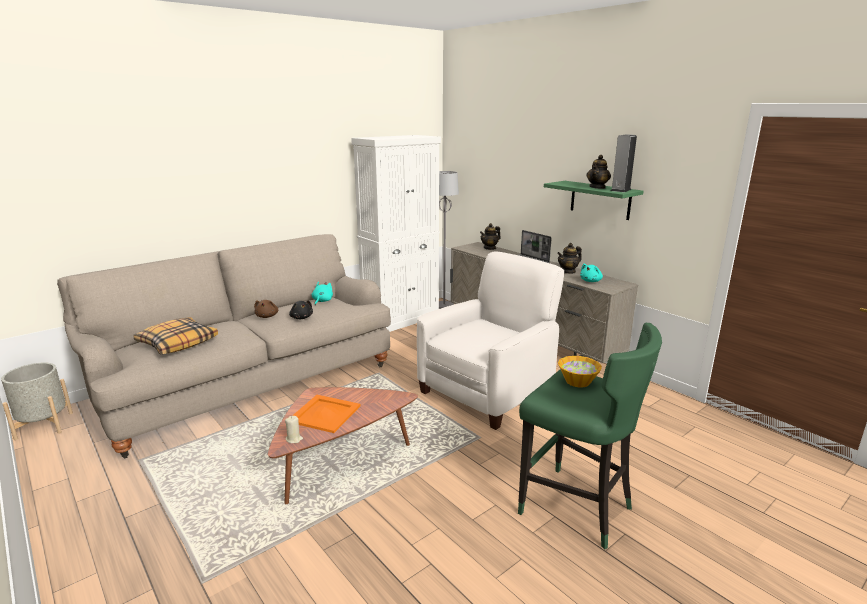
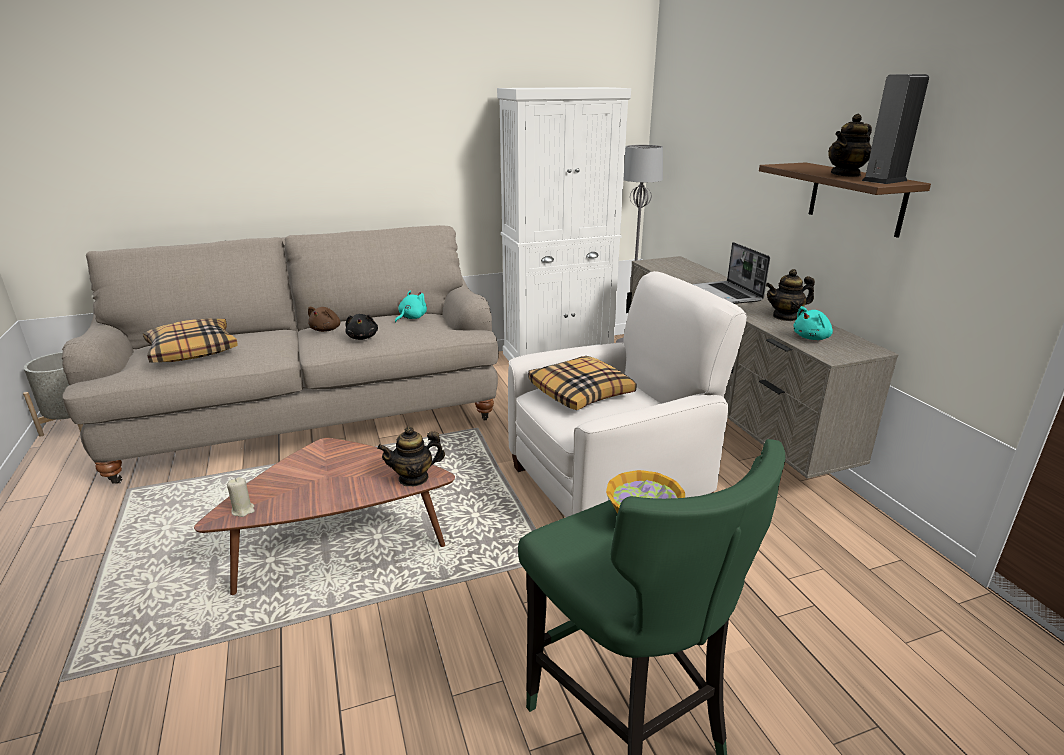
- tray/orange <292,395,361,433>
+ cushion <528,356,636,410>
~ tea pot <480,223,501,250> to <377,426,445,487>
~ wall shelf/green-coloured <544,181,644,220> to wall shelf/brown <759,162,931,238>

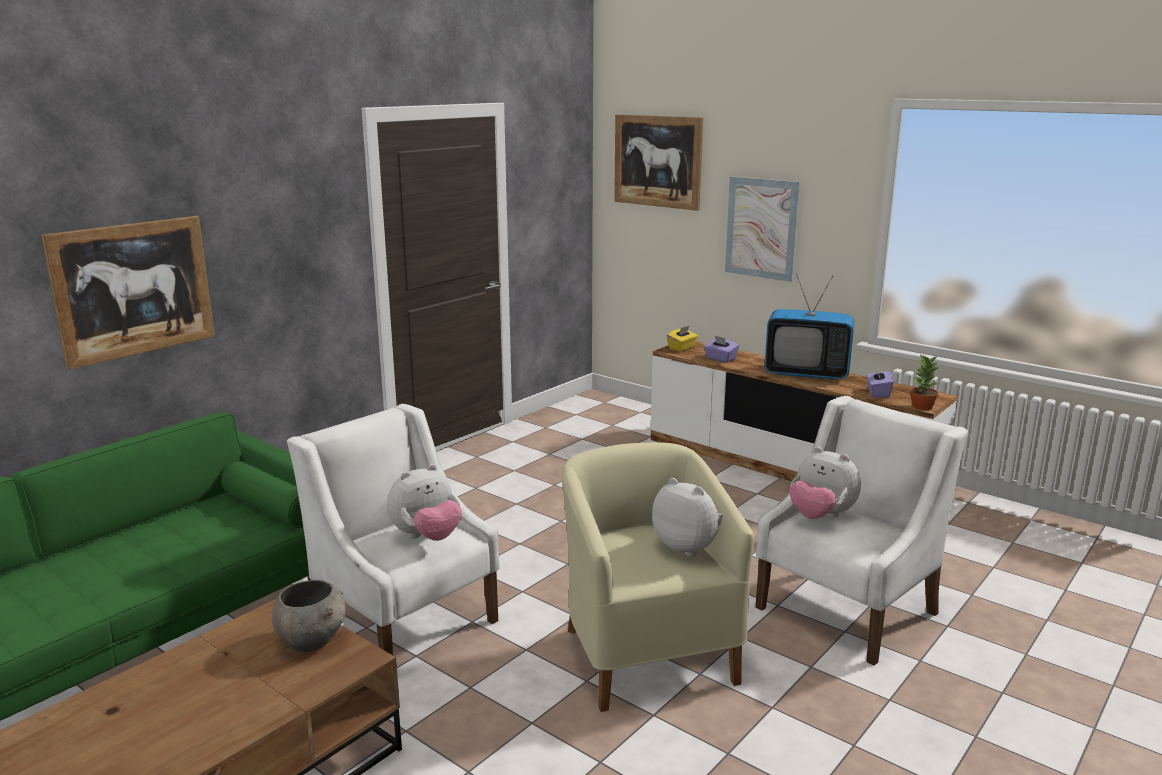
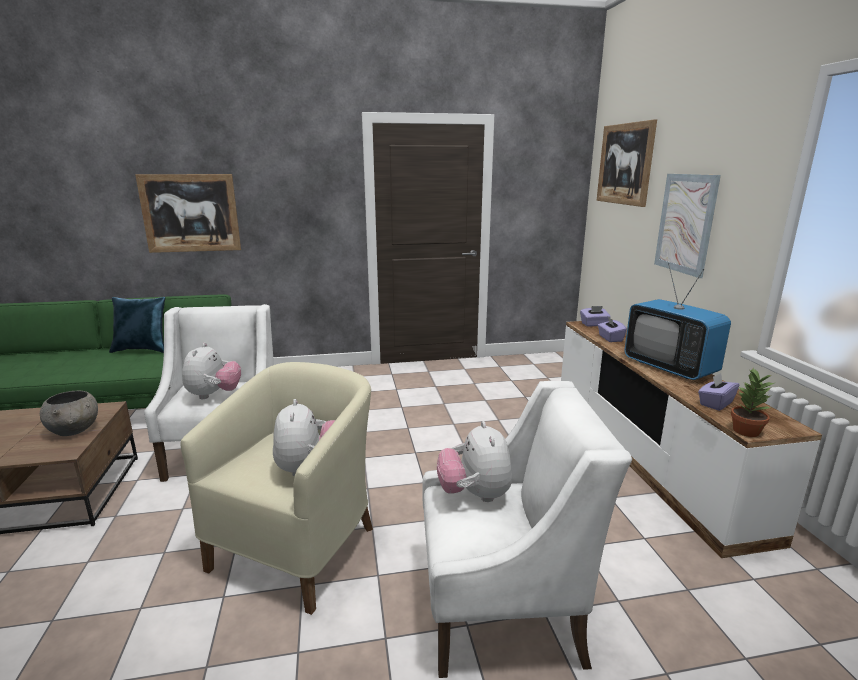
+ cushion/blue <109,297,165,353>
~ box of tissues/yellow <667,326,698,351> to box of tissues/purple <580,306,611,327>
~ plush toy <387,464,462,541> = <182,343,241,399> 90 degrees counterclockwise

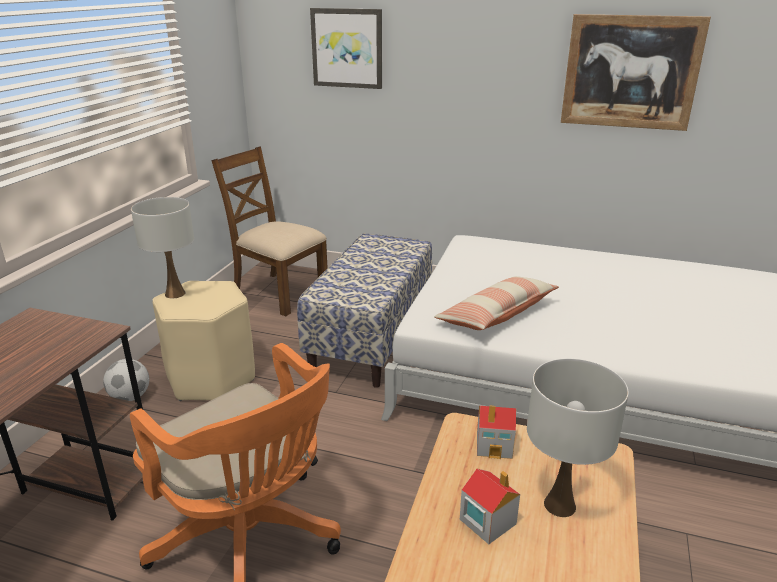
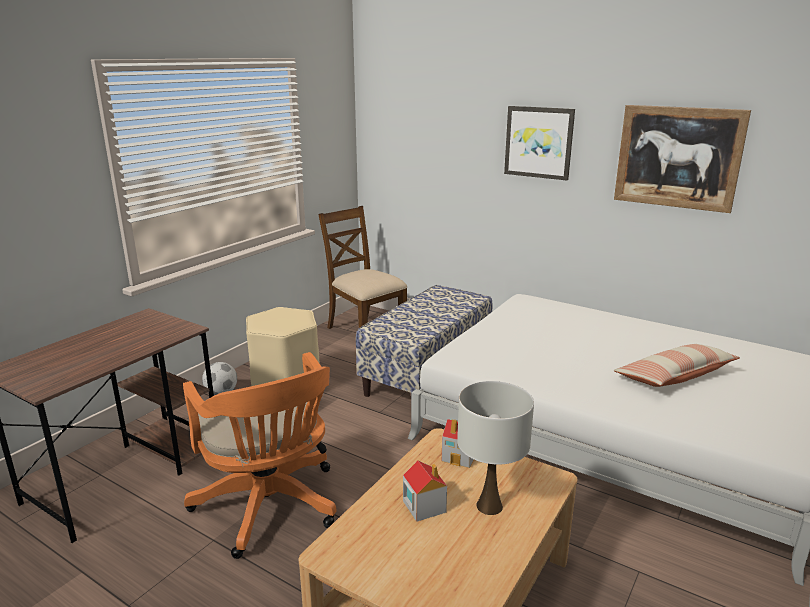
- lamp for a table/white <131,197,194,299>
~ wall art <310,8,382,89> to <504,106,575,180>
~ cushion <434,276,559,330> to <614,344,740,387>

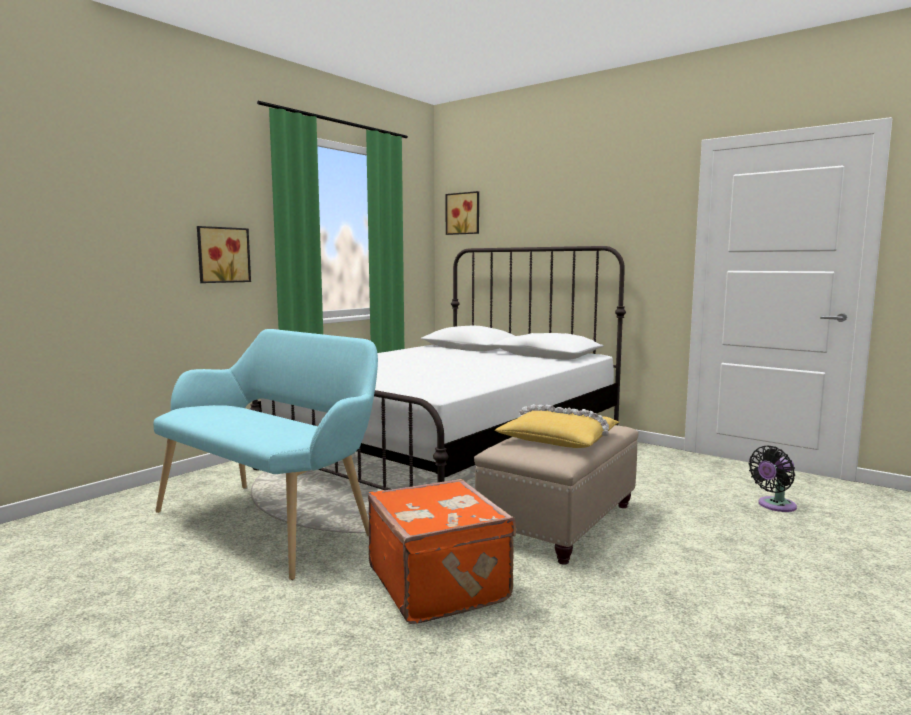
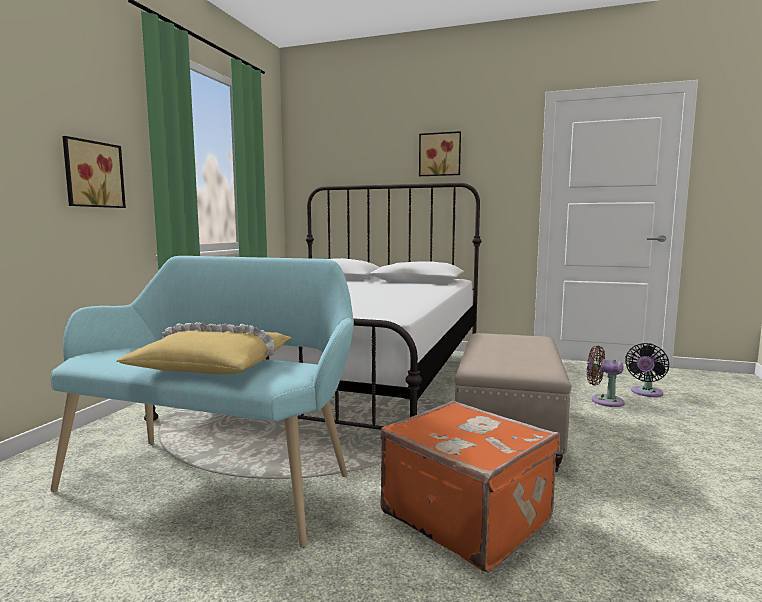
+ electric fan/brown <587,345,625,407>
~ wall art <446,191,479,235> to <419,131,461,176>
~ cushion/yellow <495,404,619,448> to <117,322,292,374>

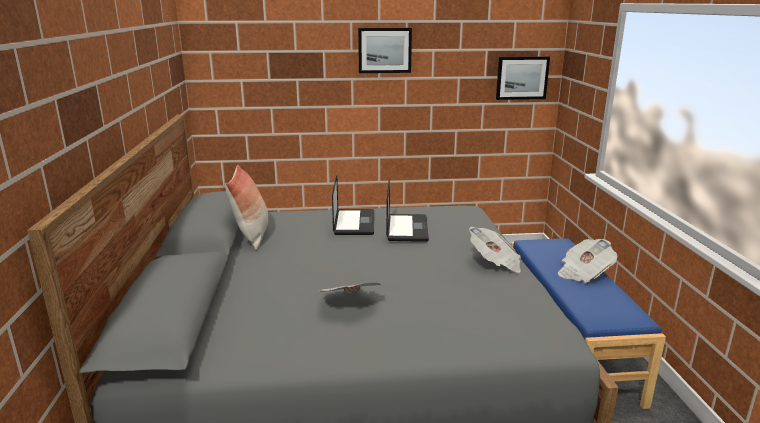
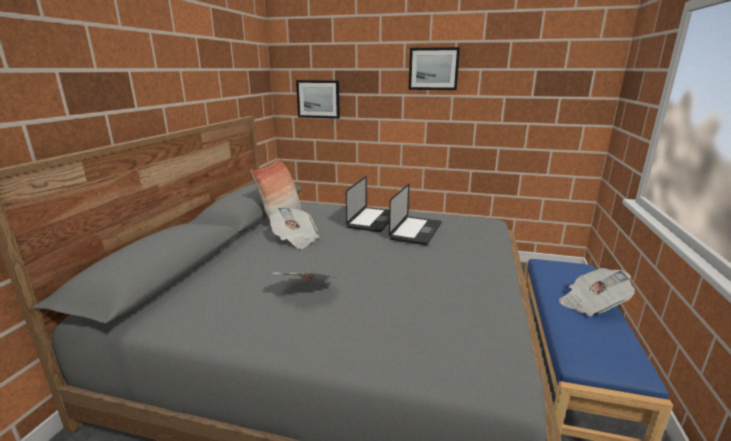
~ daily paper <469,227,521,273> to <269,206,319,249>
~ wall art <496,56,550,100> to <296,80,340,119>

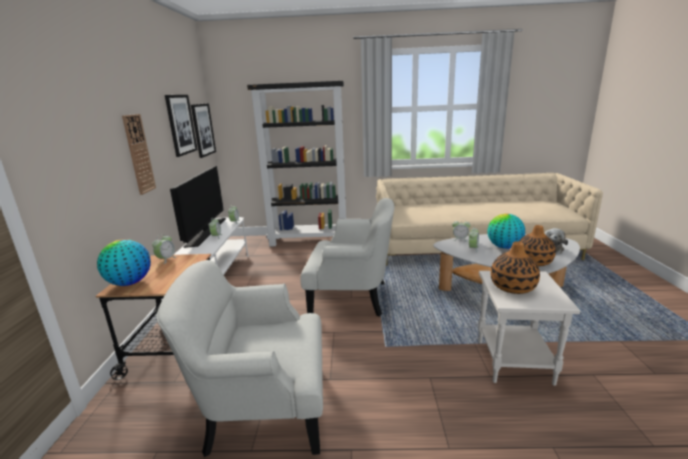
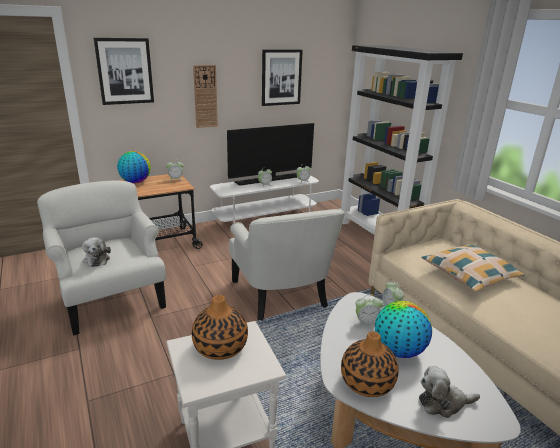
+ plush toy <82,237,111,267>
+ cushion <422,245,525,291>
~ wall art <191,103,216,158> to <94,38,154,105>

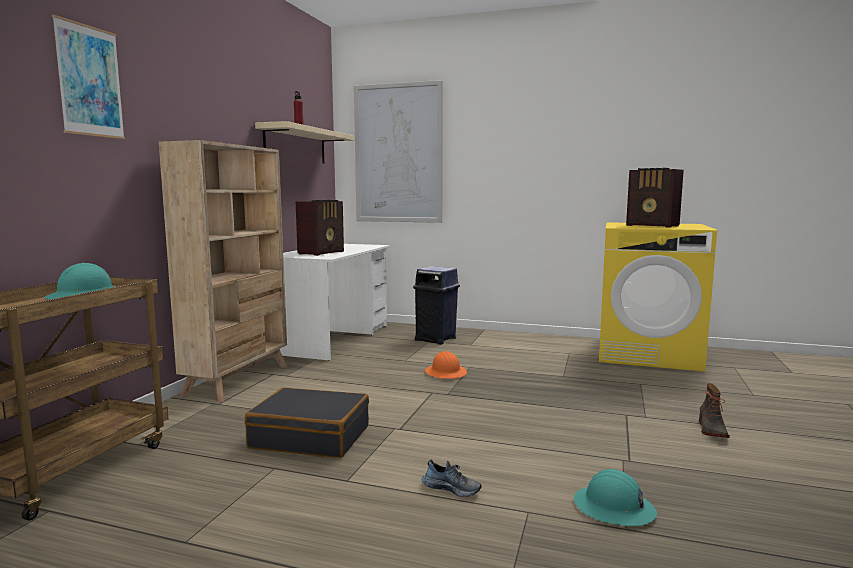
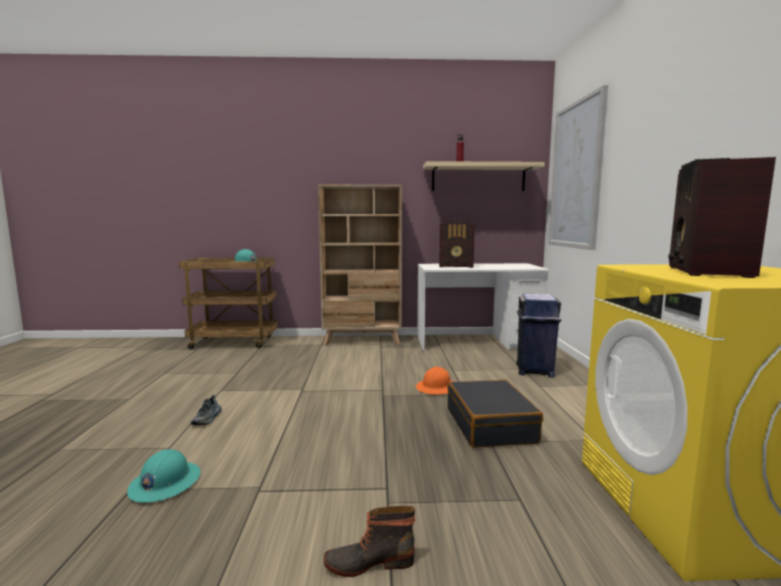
- wall art <52,15,125,139>
~ piece of luggage/blackish <245,387,369,458> to <447,380,543,448>

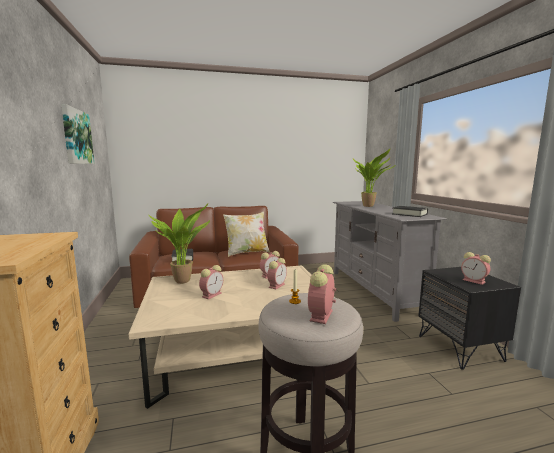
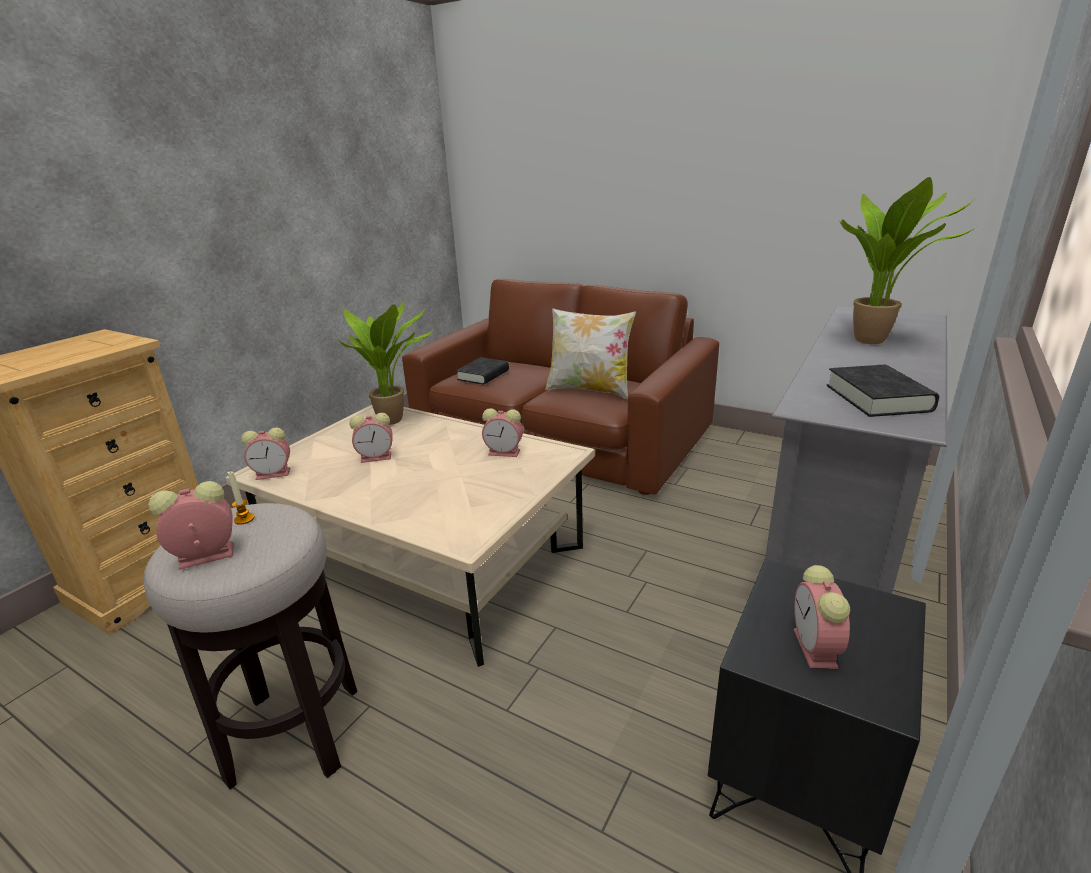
- wall art <61,104,94,164>
~ alarm clock <267,258,287,289> to <241,428,290,480>

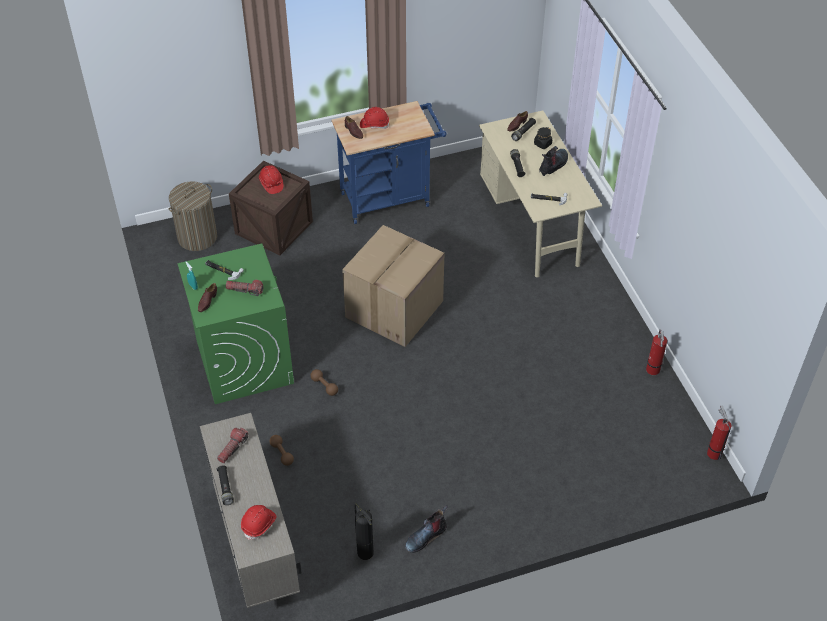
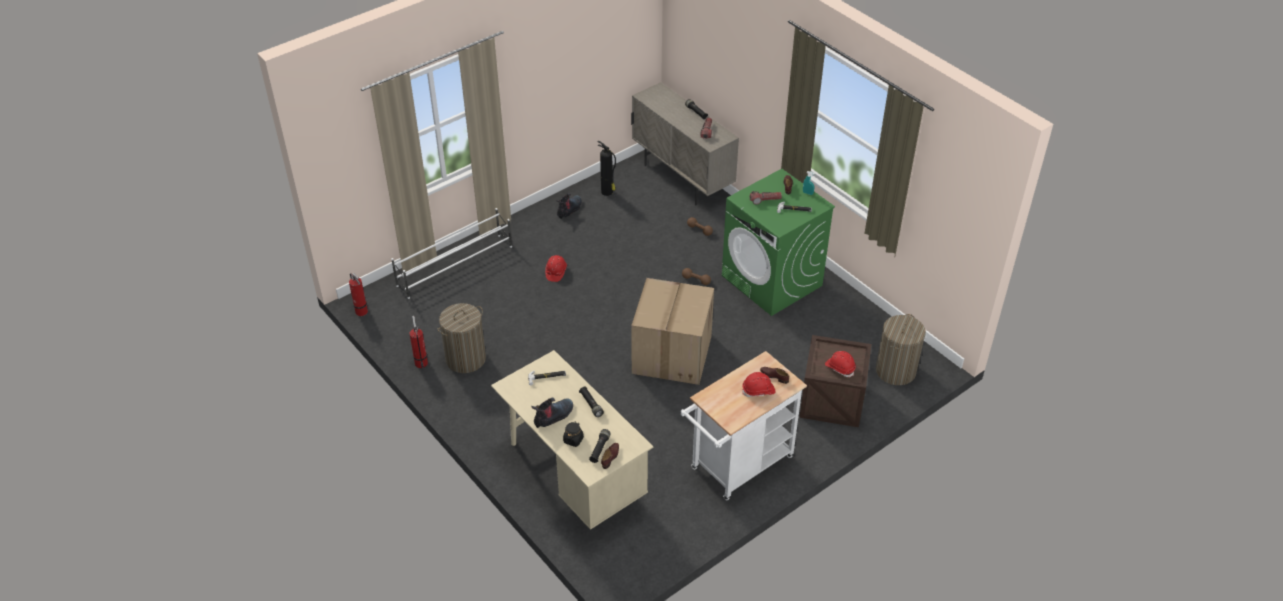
+ shoe rack/white <391,208,512,299>
+ washing basket <437,303,486,373>
~ work helmet/red <241,505,277,540> to <545,255,567,282>
~ trolley/blue <332,101,447,224> to trolley/white <681,351,807,500>
~ boot <539,146,568,176> = <531,397,573,428> 150 degrees counterclockwise

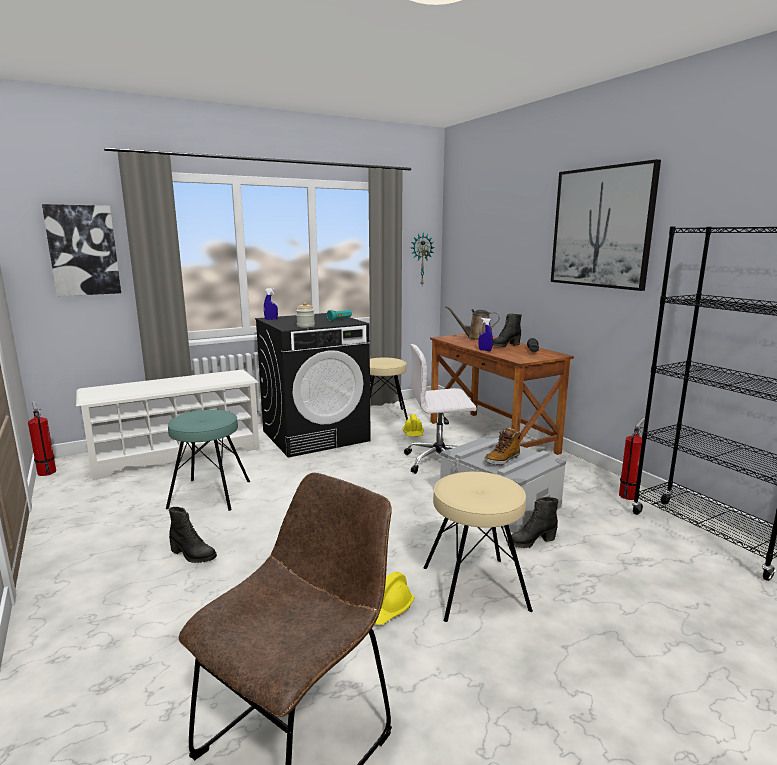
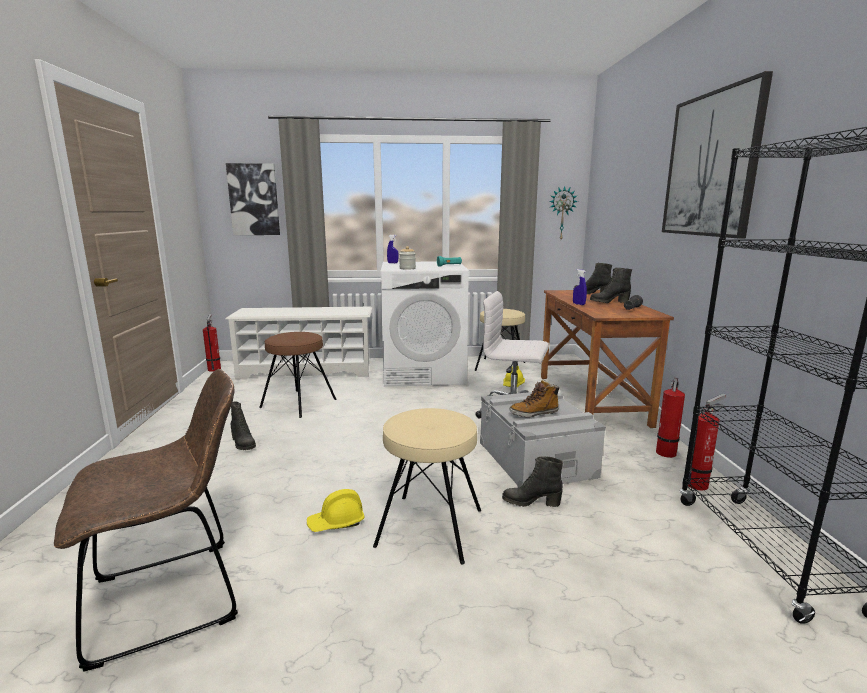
+ extinguisher <656,378,685,458>
~ sprinkling can/brown <446,306,500,340> to boot/blackish <573,263,612,294>
~ stool seat/turquoise-coloured <166,409,250,511> to stool seat/brown <259,332,337,418>
~ washing machine/blackish <255,313,371,458> to washing machine/white <381,262,469,387>

